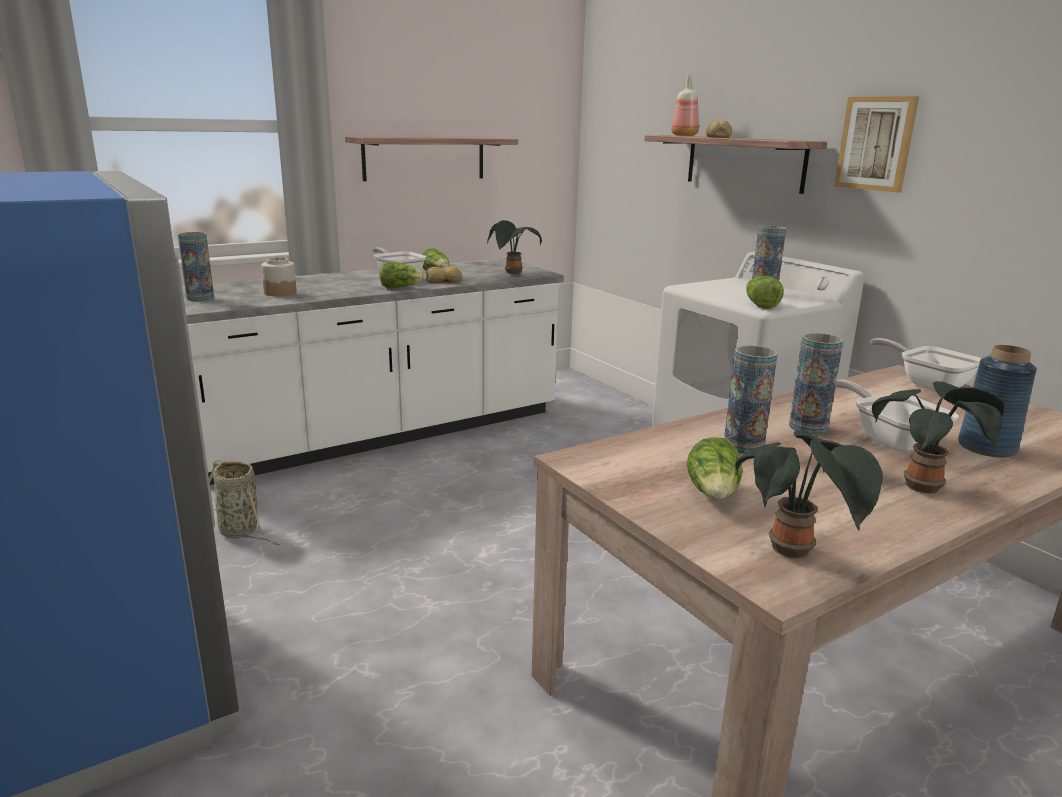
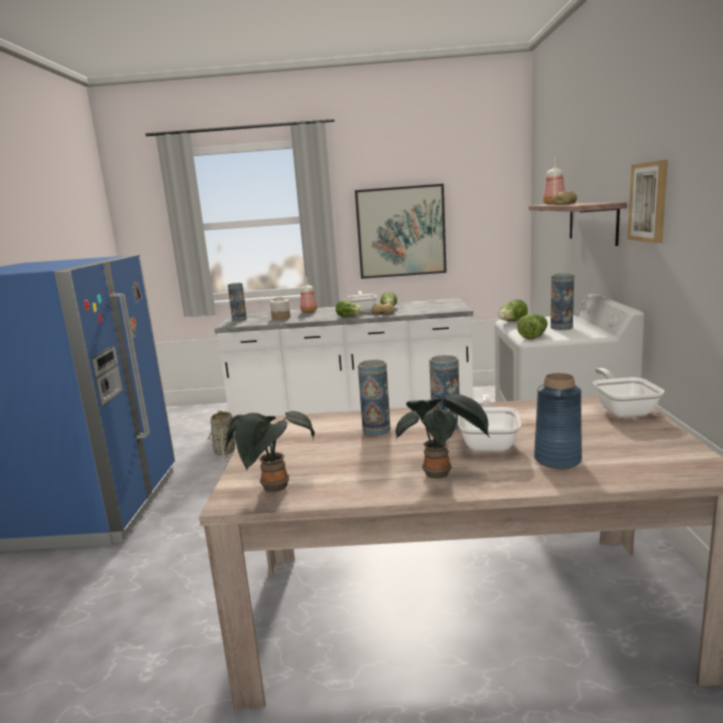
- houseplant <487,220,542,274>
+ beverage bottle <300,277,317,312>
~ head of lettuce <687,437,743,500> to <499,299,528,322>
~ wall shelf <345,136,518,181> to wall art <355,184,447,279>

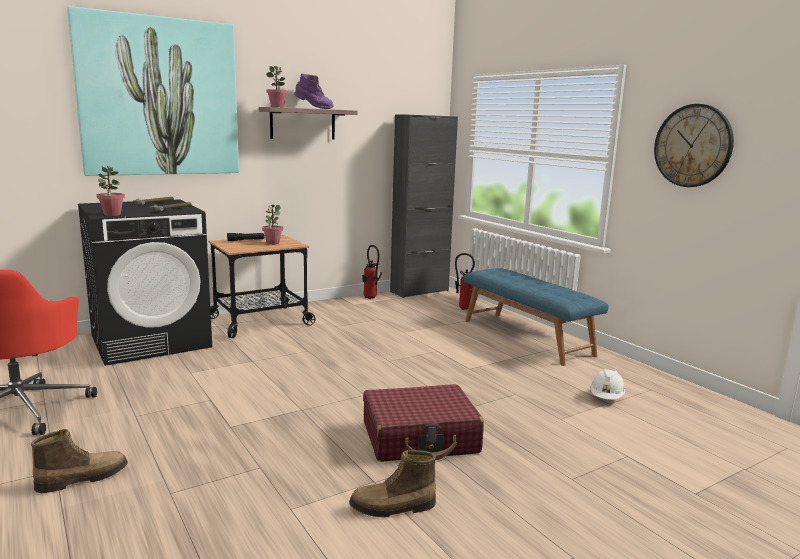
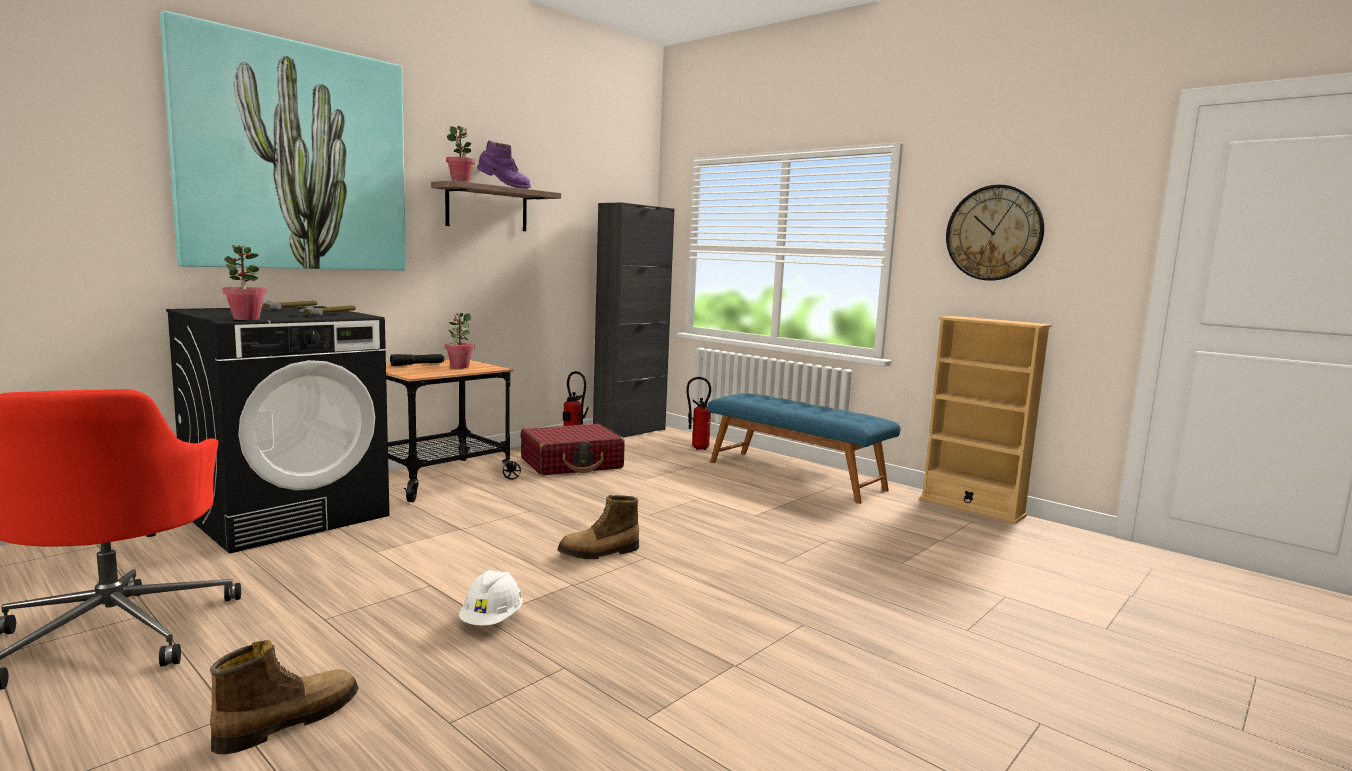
+ bookshelf/beige-coloured <920,316,1051,524>
~ boot <349,450,436,517> to <557,495,639,559>
~ piece of luggage/red <363,384,484,462> to <520,424,625,475>
~ work helmet/white <591,369,625,400> to <459,570,523,626>

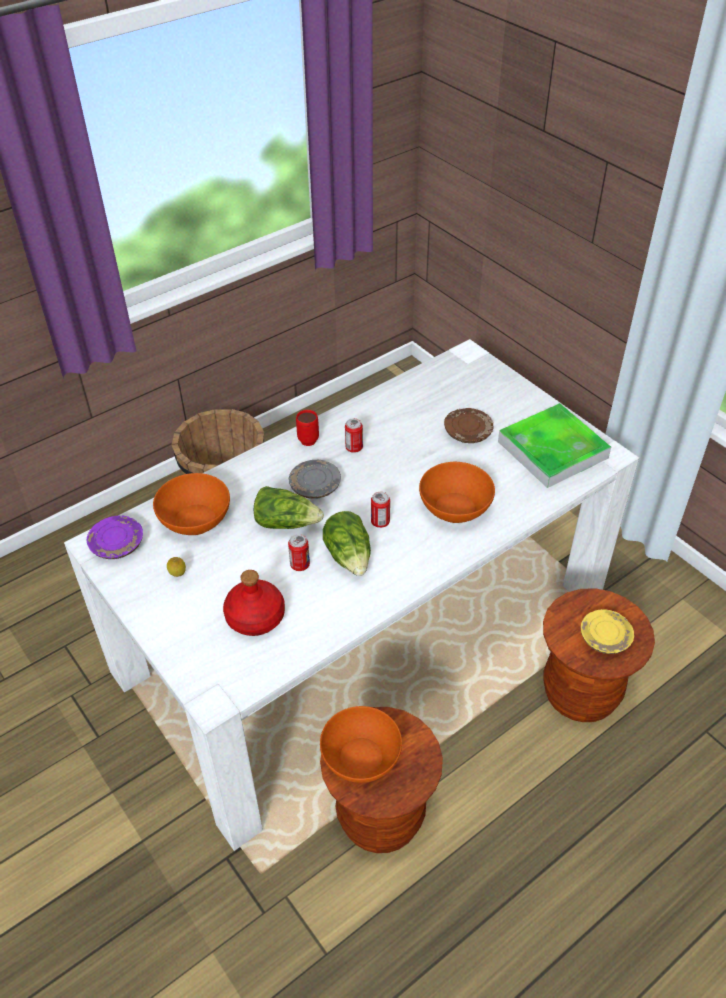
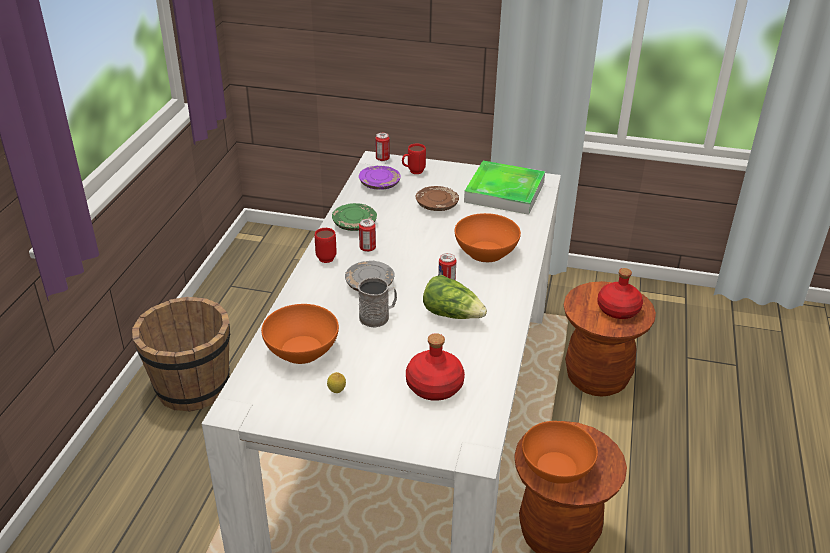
+ flat dish/green-coloured <332,203,377,231>
+ tea mug/red <402,144,426,174>
~ flat dish/purple <86,516,143,559> to <359,166,401,190>
~ metal can <288,534,310,571> to <375,133,390,161>
~ head of lettuce <254,486,324,529> to tea mug/gray <358,277,397,328>
~ flat dish/yellow <581,609,634,654> to beverage bottle/red <597,268,643,319>

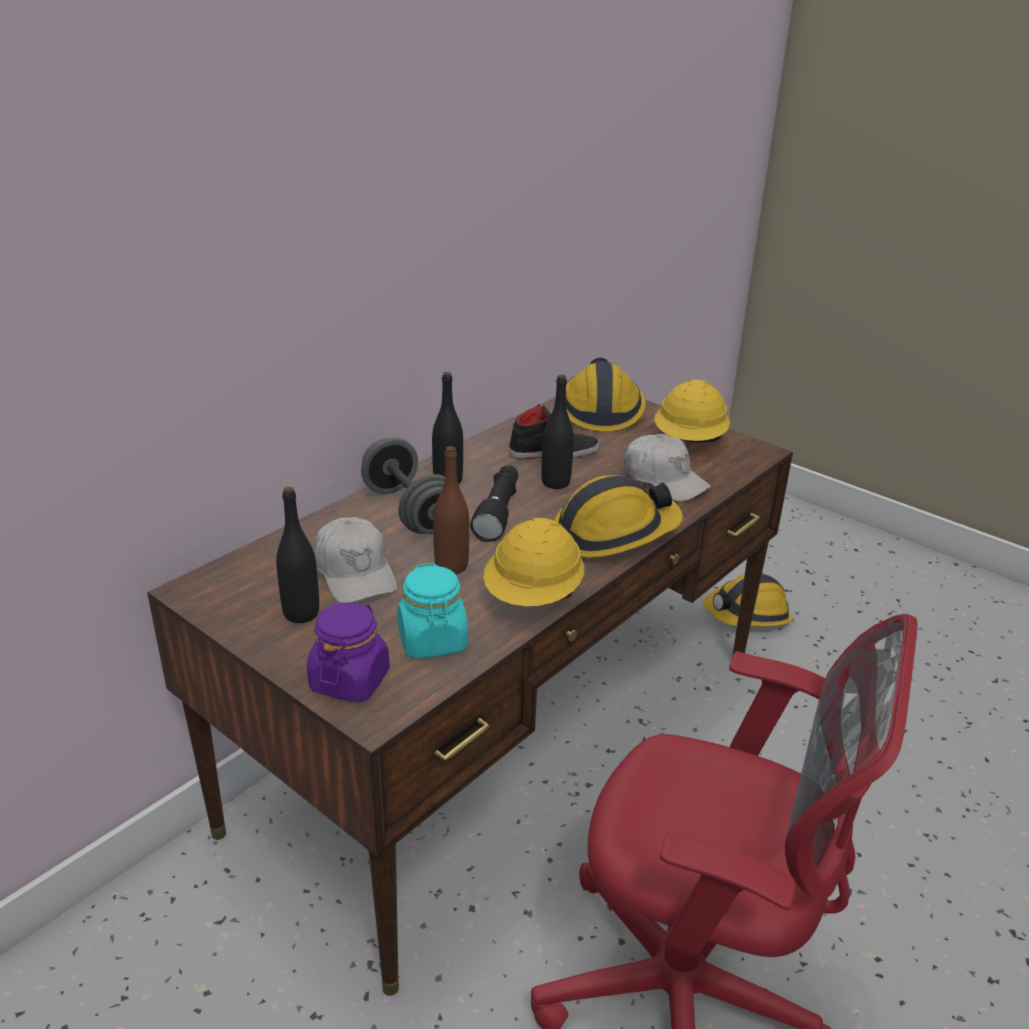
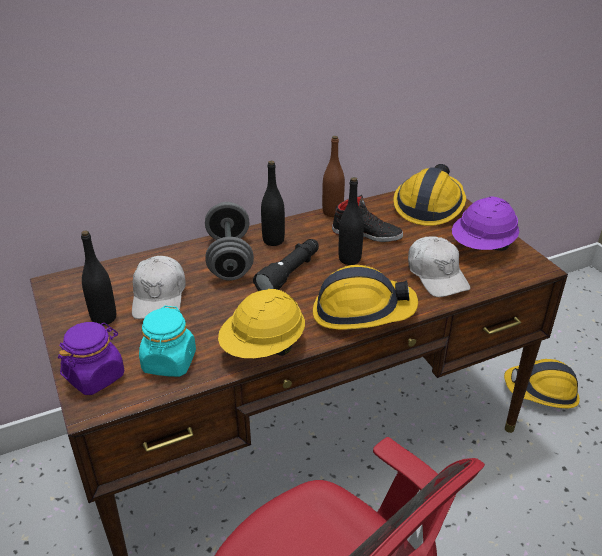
~ beverage bottle/brown <433,446,469,574> to <322,136,345,217>
~ work helmet/yellow <654,380,730,442> to work helmet/purple <452,197,519,251>

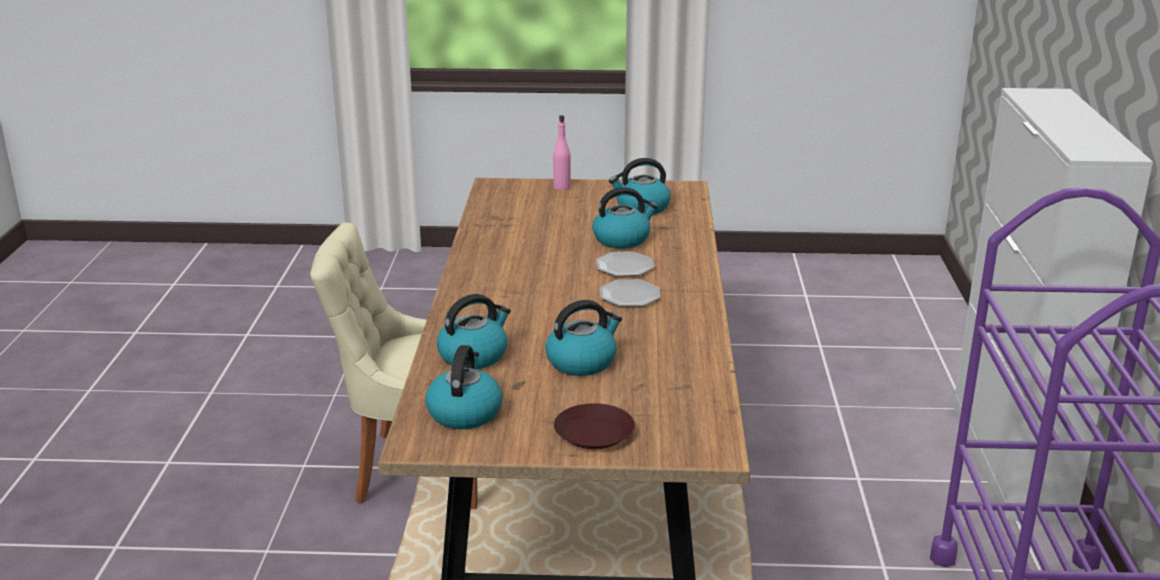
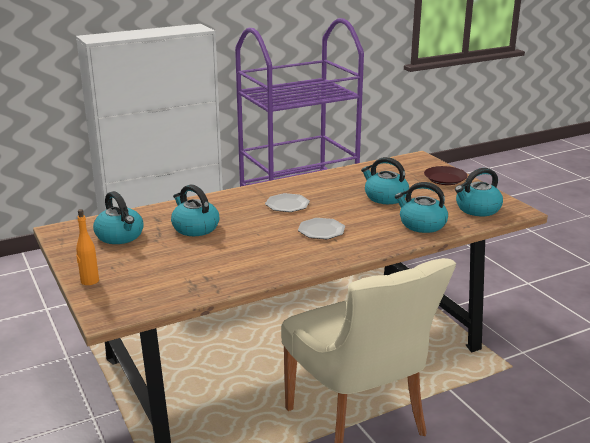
~ flat dish <596,251,654,277> to <298,218,345,239>
~ beverage bottle/pink-coloured <553,115,571,190> to beverage bottle/orange <76,209,99,285>

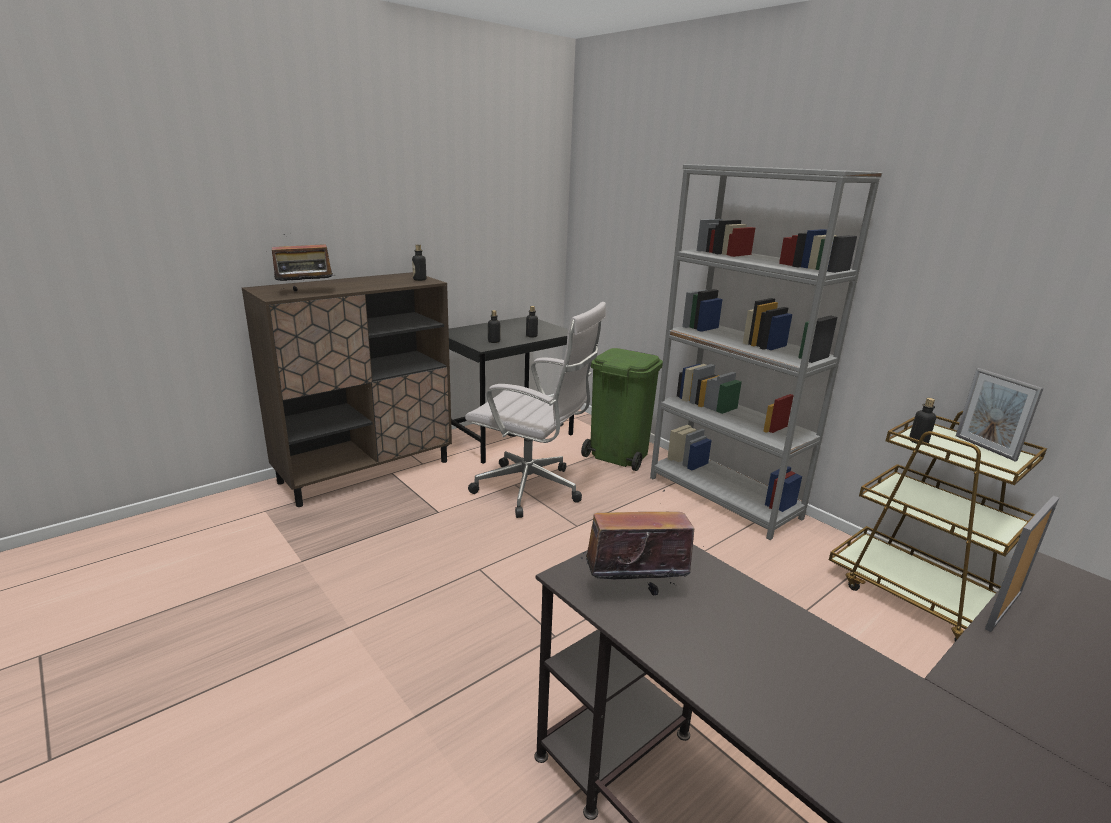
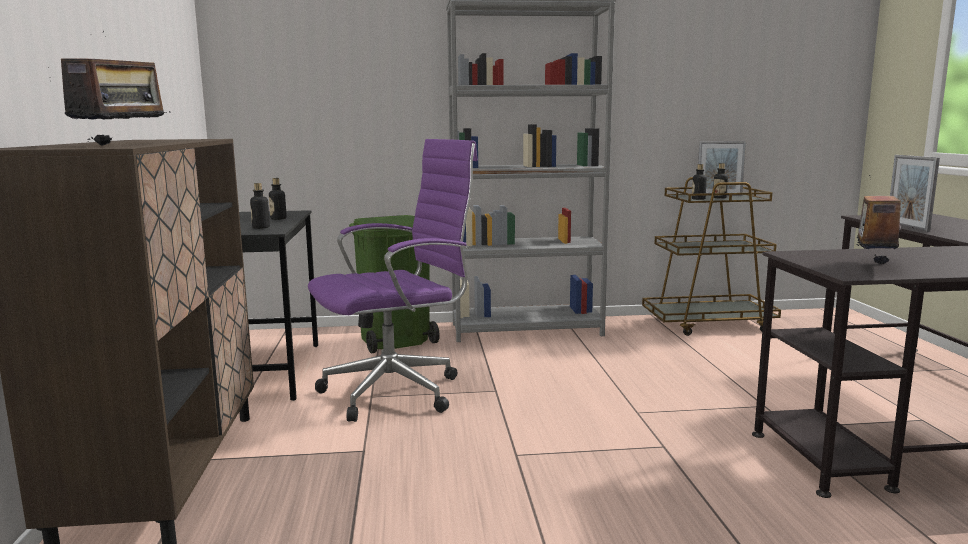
~ beverage bottle <412,245,426,281> to <713,163,728,199>
~ desk chair/white <465,302,606,518> to desk chair/purple <308,139,478,422>

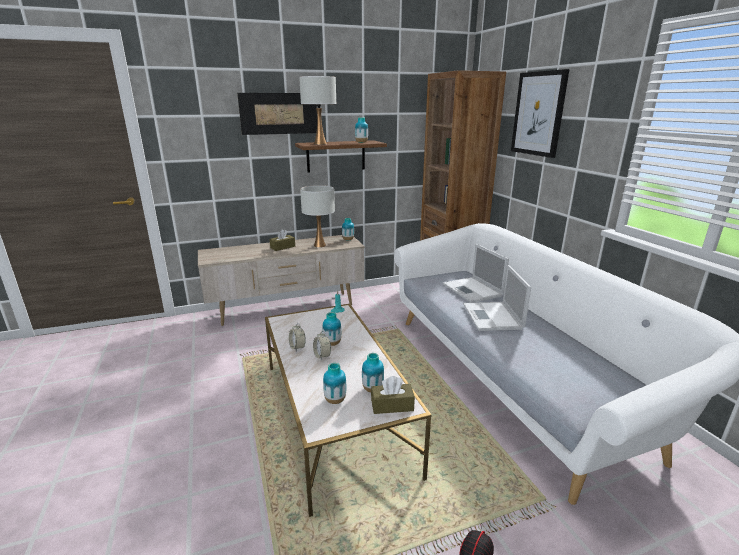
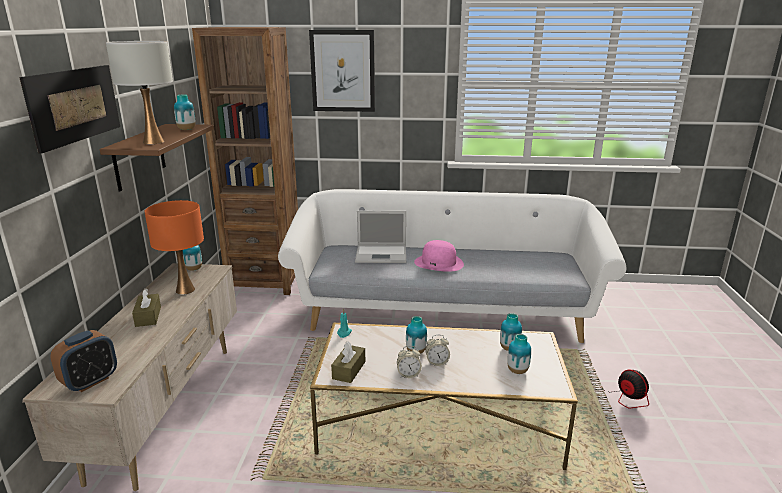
+ alarm clock <51,330,117,392>
~ box of tissues/brown <371,376,415,414> to <331,341,365,383>
~ notebook computer <463,265,531,331> to hat/pink-coloured <414,240,464,272>
~ lamp for a table/white <300,185,335,248> to lamp for a table/orange <144,200,204,295>

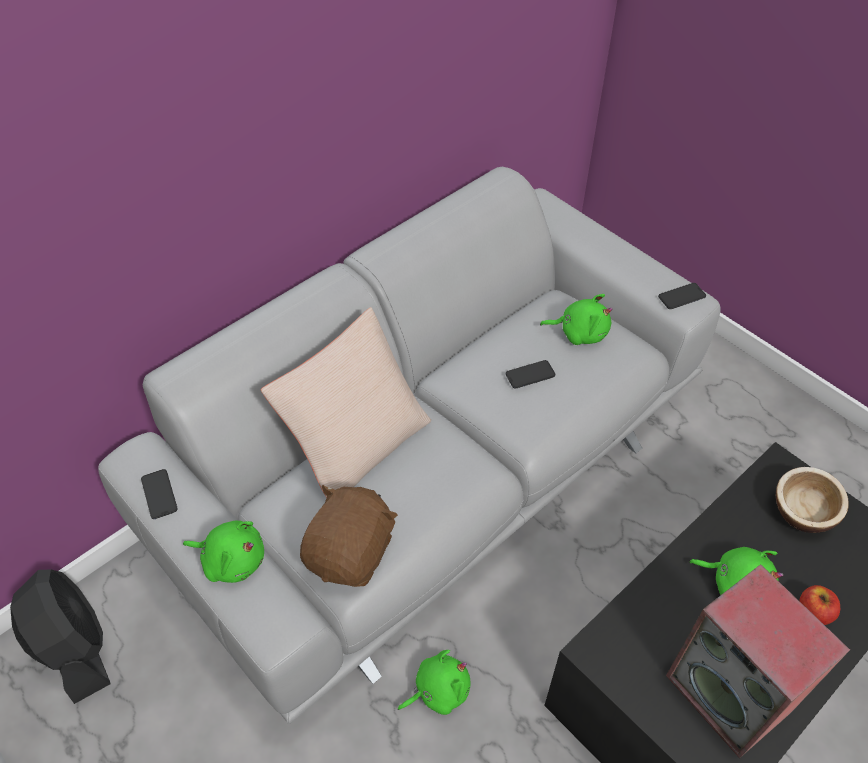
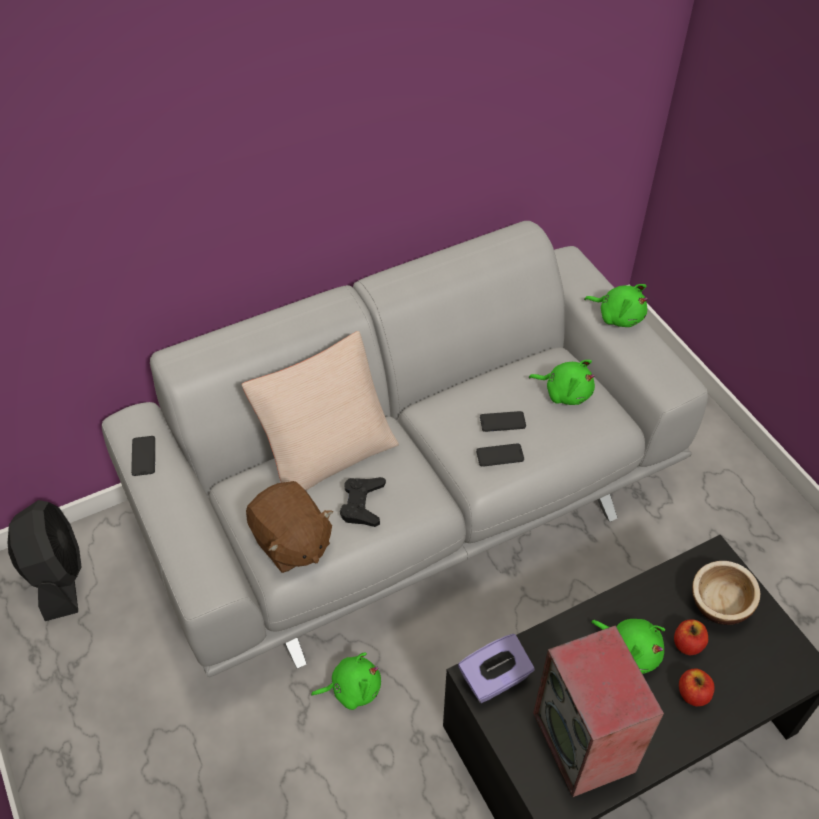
+ joypad/blackish <340,477,386,527>
+ box of tissues/purple <458,634,535,703>
+ apple fruit <674,619,708,655>
~ plush toy/green-coloured <183,521,264,583> to <584,284,648,327>
~ telephone <658,283,706,309> to <476,443,524,467>
~ plush toy/brown <300,485,398,587> = <246,481,333,573> 105 degrees clockwise

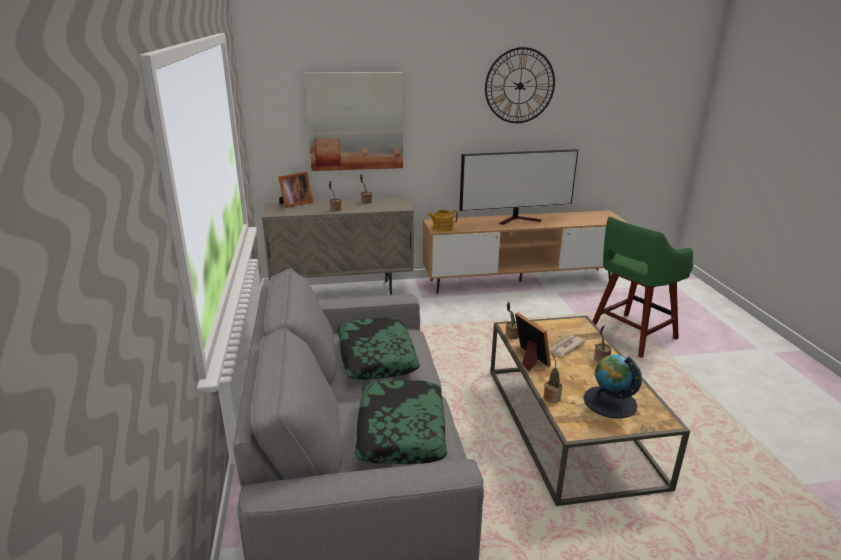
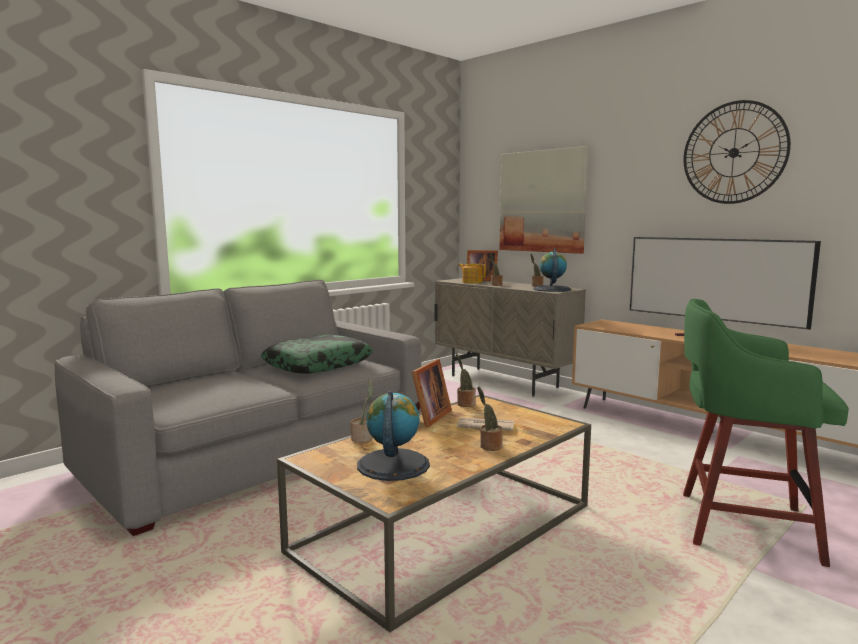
- cushion <355,380,447,464>
+ globe <533,249,571,292>
~ tea pot <428,210,458,232> to <459,264,486,283>

